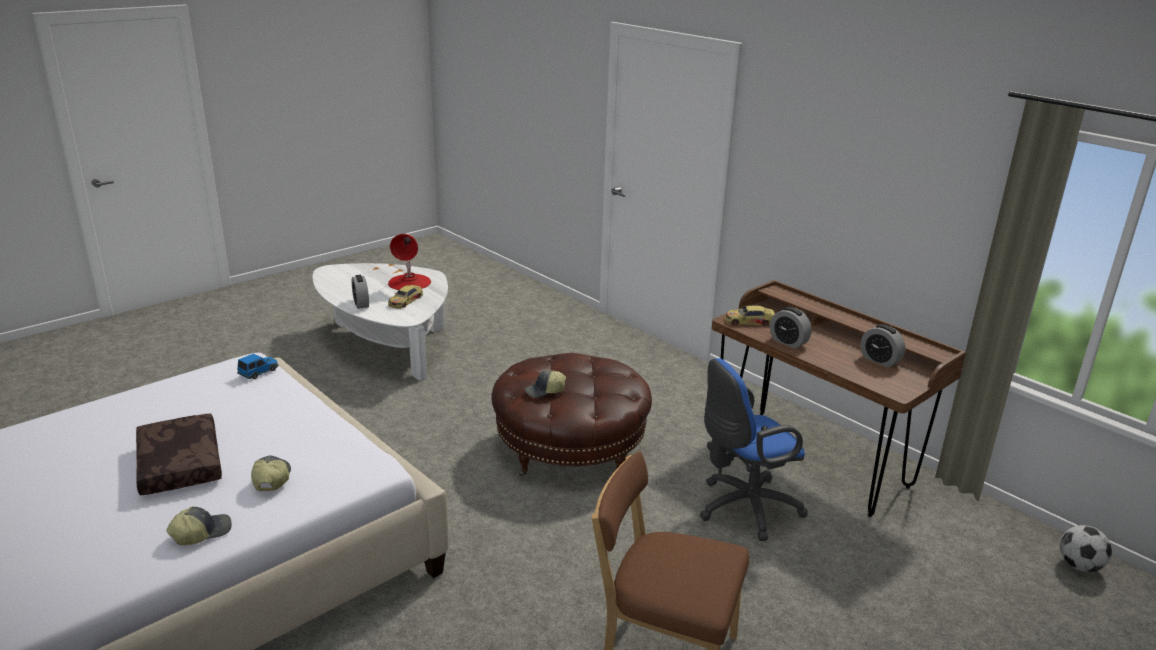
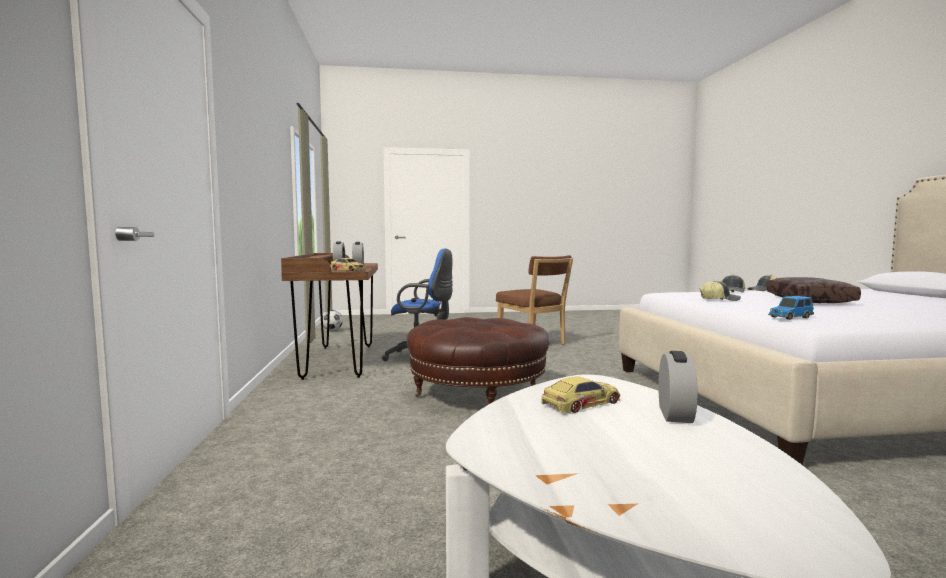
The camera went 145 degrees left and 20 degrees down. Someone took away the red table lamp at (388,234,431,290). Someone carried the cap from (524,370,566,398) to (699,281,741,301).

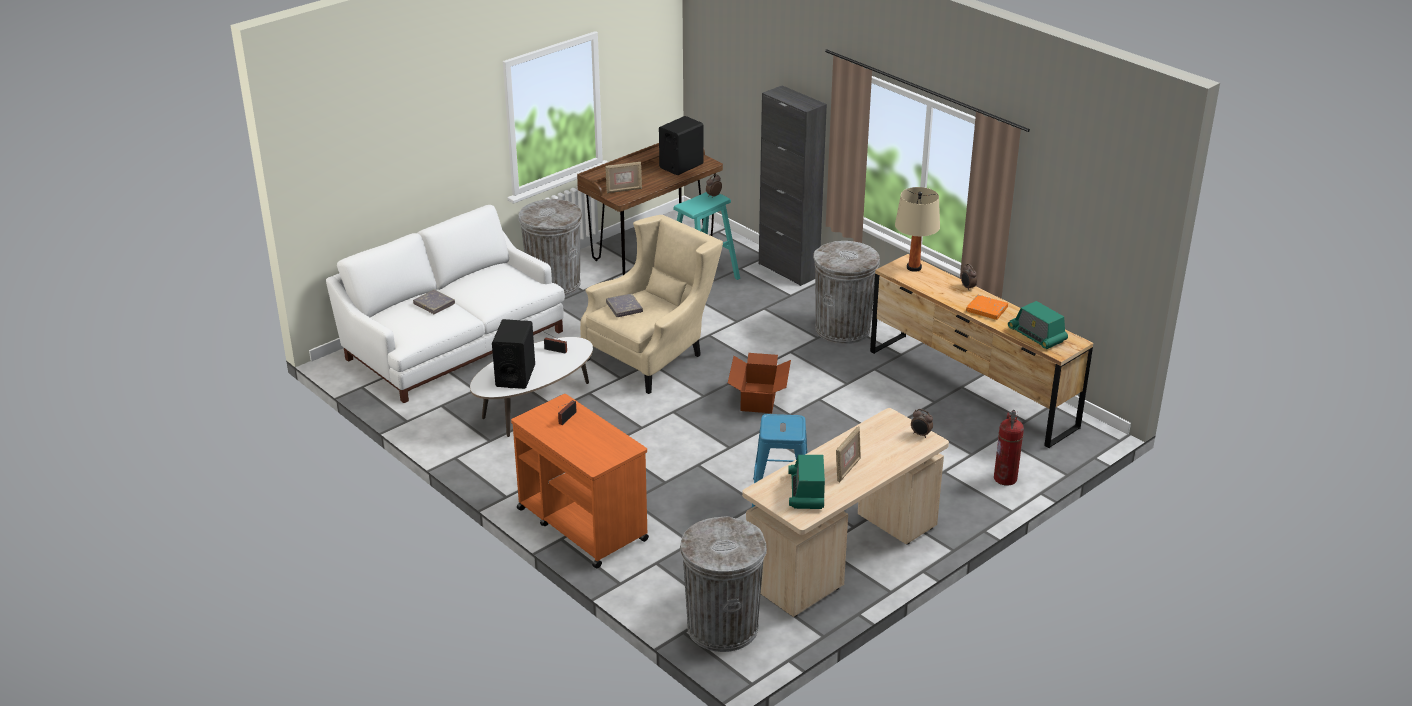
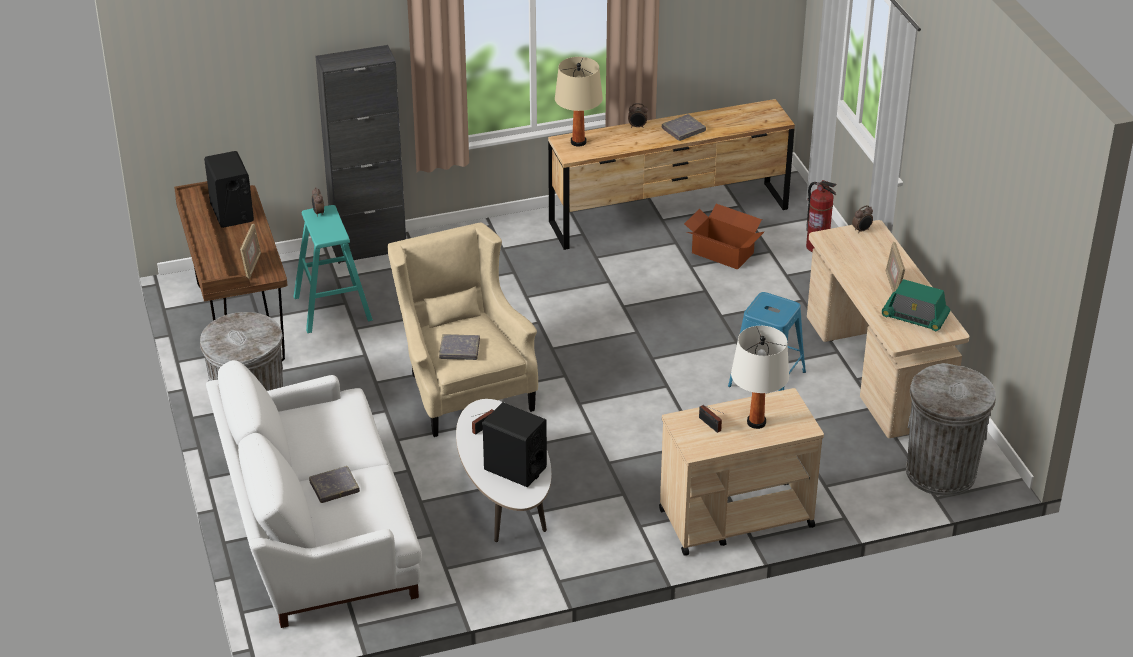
The camera went 65 degrees left and 5 degrees up. Someone repainted the orange cart at (511,394,649,568), which became the beige cart at (659,388,824,556). Someone carried the cardboard box from (728,353,791,413) to (684,204,765,270). Someone took away the grey trash can at (813,241,880,344). Someone rotated the picture frame at (836,427,861,483) by 150 degrees counterclockwise. Someone repainted the orange book at (966,295,1008,320), which became the grey book at (662,114,706,141). Someone took away the radio at (1008,301,1068,349). Someone put down the white table lamp at (731,326,789,429).

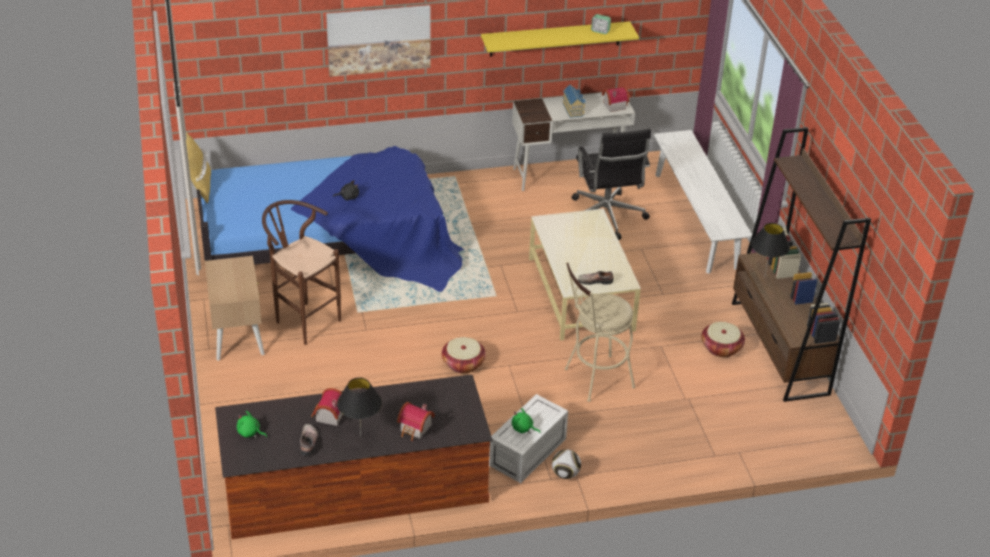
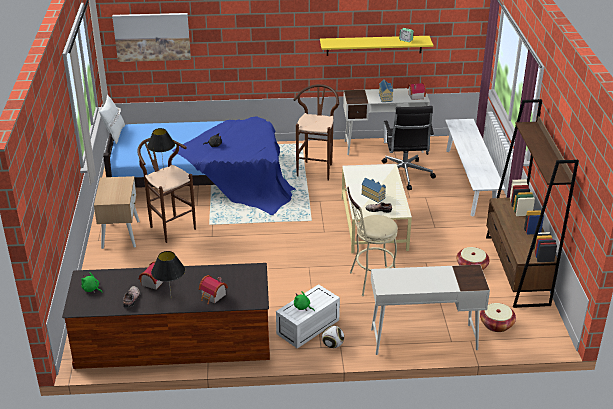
The camera went 10 degrees right and 5 degrees down. Someone repainted the yellow pillow at (186,132,211,204), which became the white pillow at (99,94,125,144). Someone carried the picture from (326,5,431,77) to (112,13,191,62). Someone carried the basket from (442,337,486,373) to (480,303,516,332). Someone carried the black table lamp from (751,223,790,275) to (147,128,175,170). Someone put down the brown stool at (293,84,339,181). Someone put down the toy house at (361,178,386,203). Someone put down the white desk at (371,265,490,355).

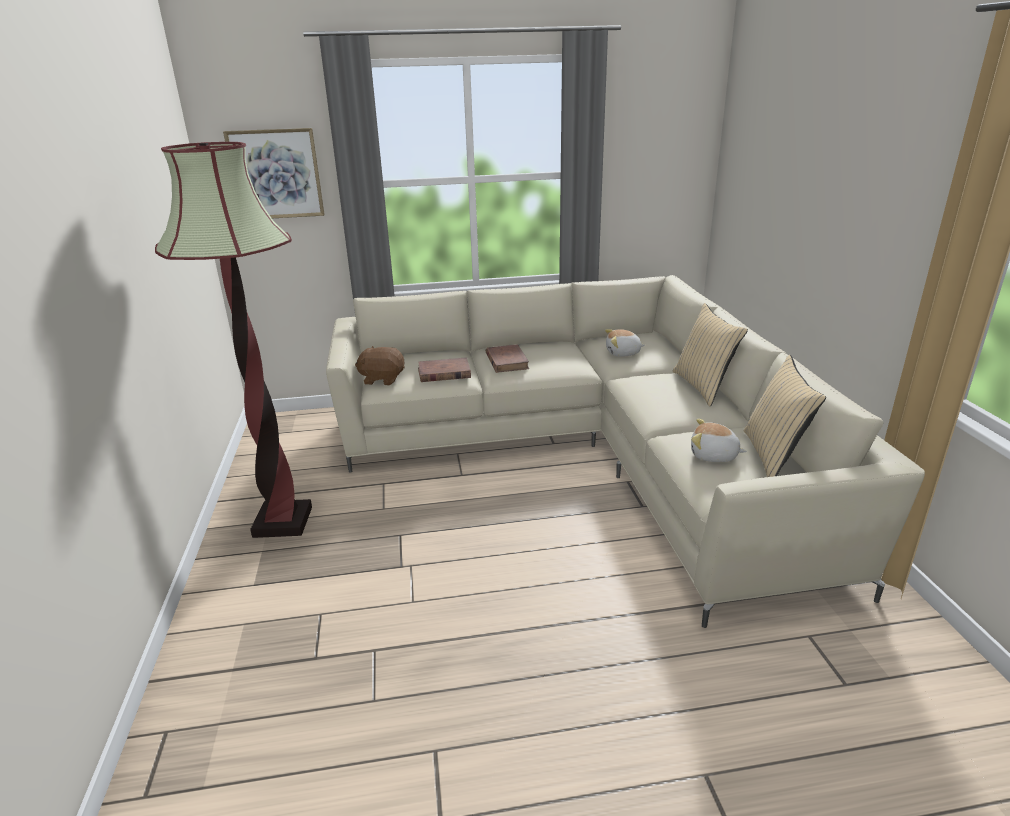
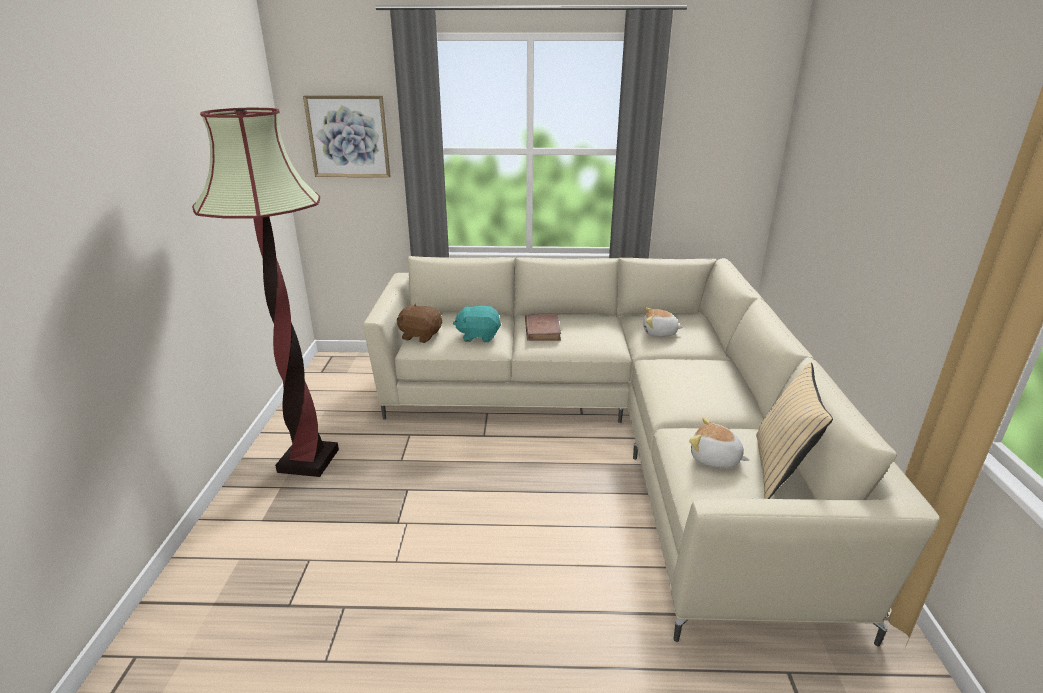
The camera went 10 degrees right and 0 degrees up. Someone swapped the brown book at (418,357,471,382) for the turquoise plush toy at (453,304,501,342). Someone took away the beige pillow at (673,303,748,407).

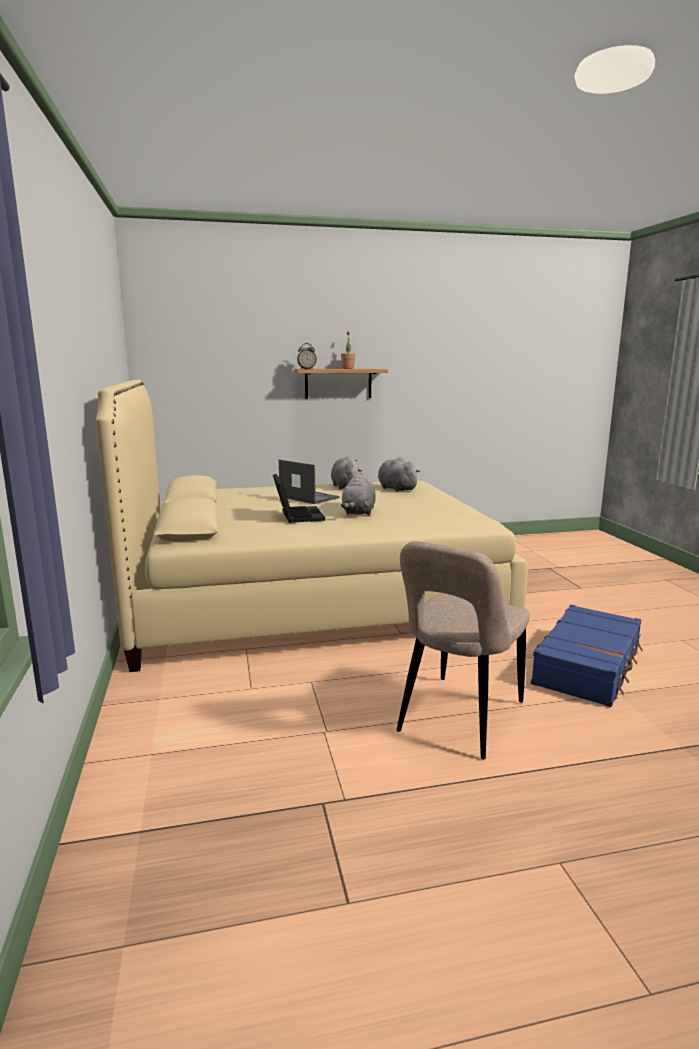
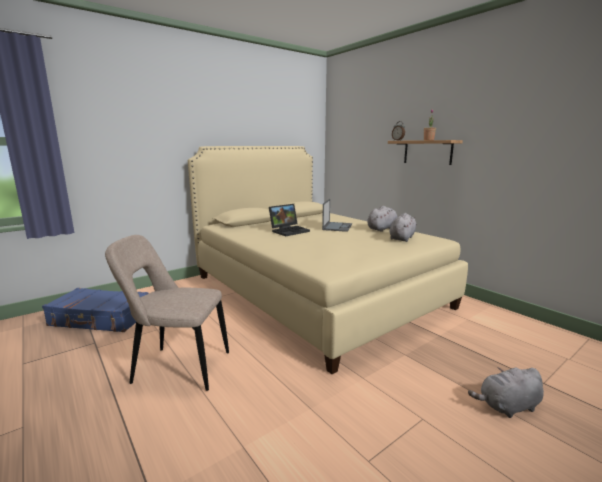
The camera went 65 degrees right and 0 degrees up. Someone carried the grey plush toy from (341,473,376,515) to (468,367,544,418). Someone carried the blue suitcase from (531,605,643,707) to (42,288,149,332).

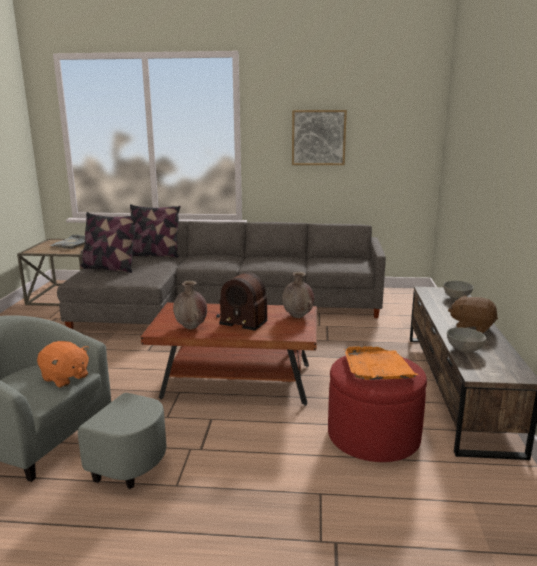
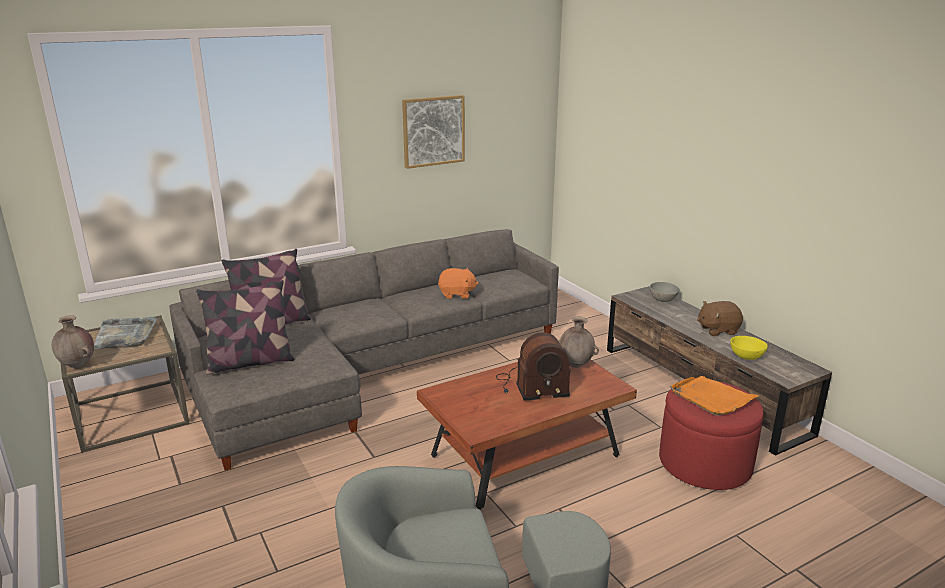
The camera went 35 degrees left and 5 degrees up. Someone carried the orange plush toy from (37,341,89,388) to (438,268,479,299). Someone carried the brown vase from (173,281,207,329) to (52,315,94,368). Someone repainted the grey bowl at (447,327,487,352), which became the yellow bowl at (730,336,768,360).

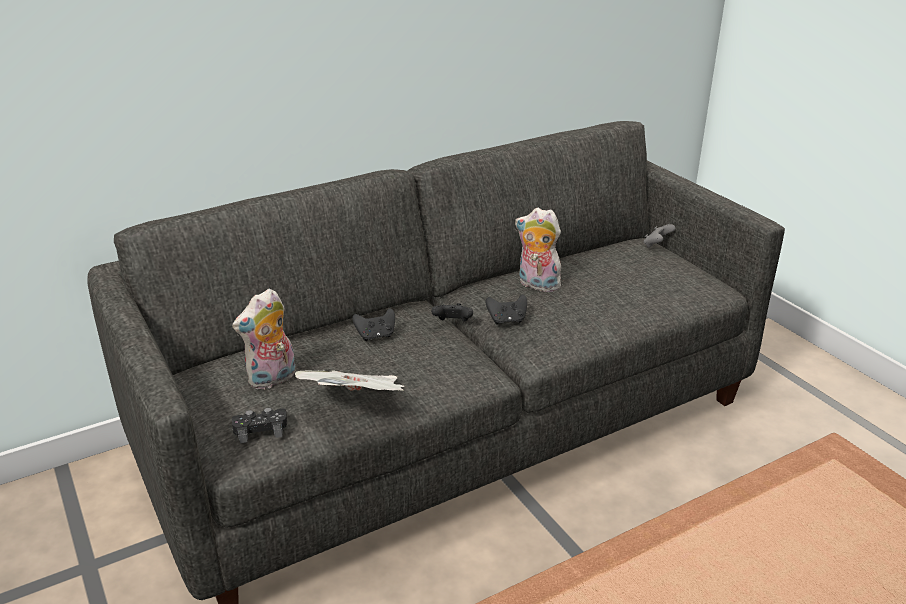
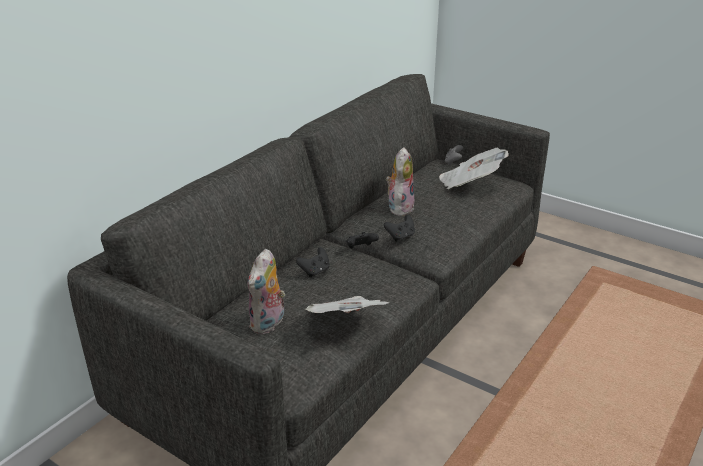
The camera went 25 degrees left and 0 degrees up. Someone took away the black game controller at (232,408,287,443). Someone rotated the plush toy at (515,208,563,292) by 105 degrees clockwise. Someone put down the newspaper at (439,148,509,189).

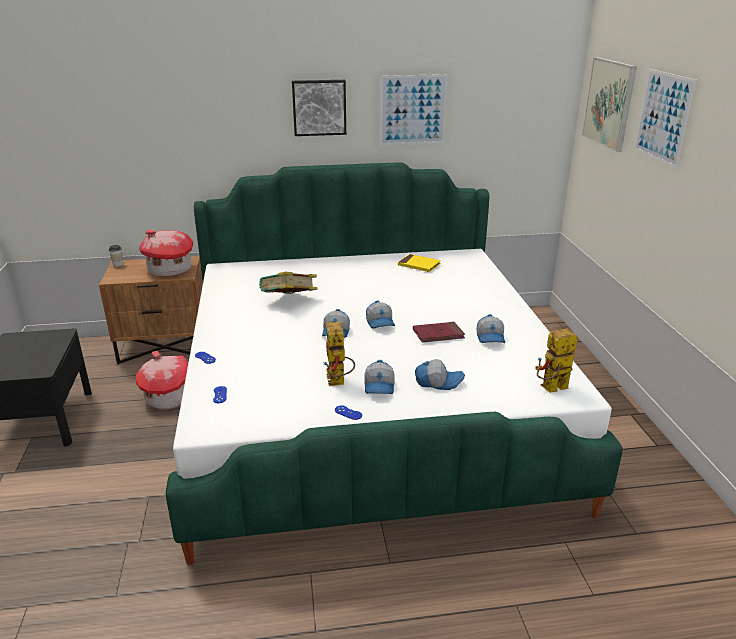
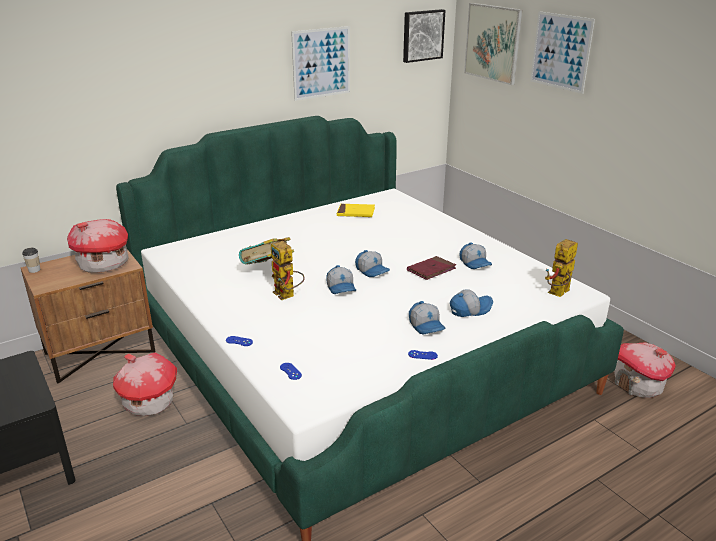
The camera went 25 degrees left and 0 degrees up. Someone carried the picture from (292,80,346,136) to (403,9,446,63). Someone carried the toy robot from (324,321,355,386) to (271,241,305,300). Someone put down the toy house at (614,342,676,398).

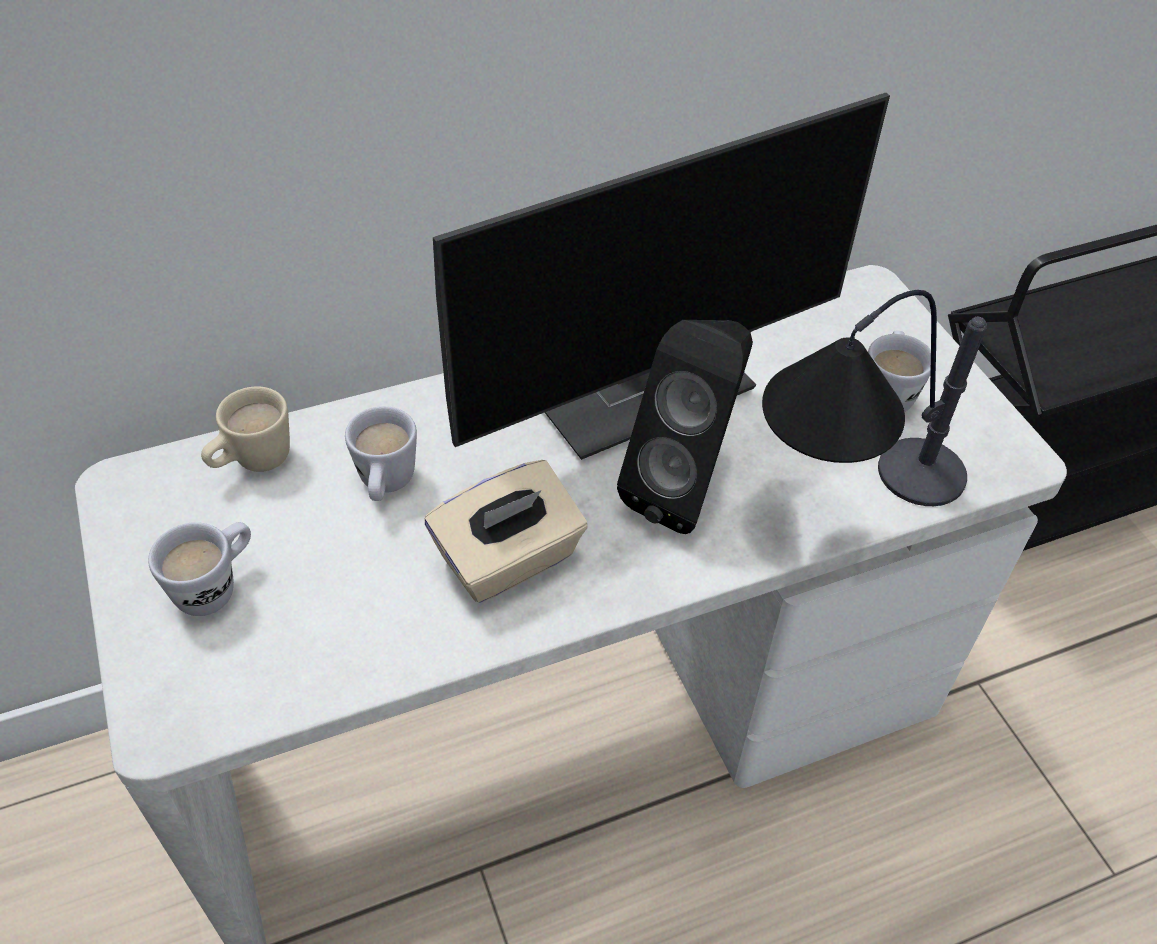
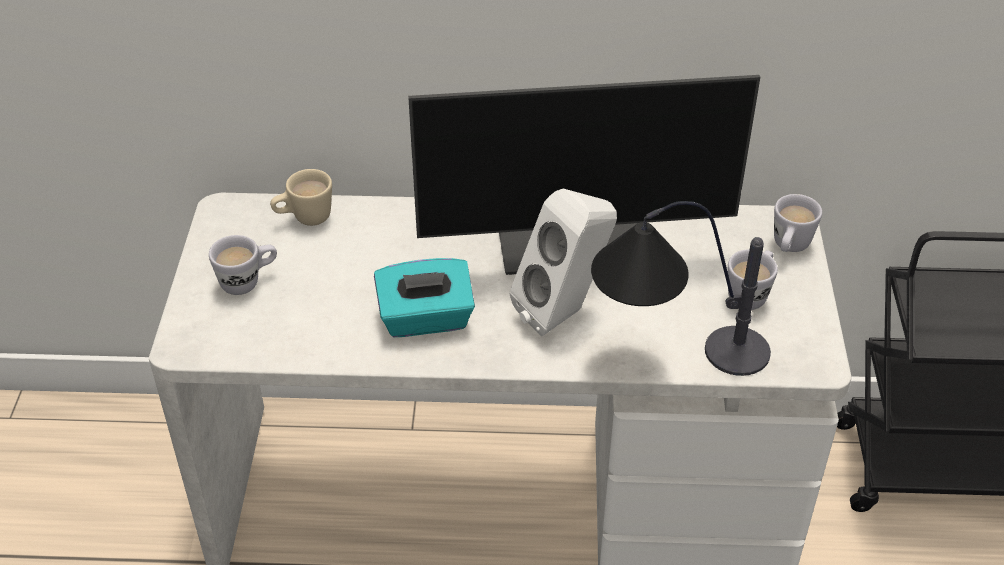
The camera went 25 degrees right and 5 degrees down. Someone carried the white mug from (345,406,417,501) to (774,194,822,252). Someone repainted the beige tissue box at (425,460,588,603), which became the turquoise tissue box at (374,258,475,337). Someone repainted the black speaker at (617,320,753,534), which became the white speaker at (510,188,617,336).

